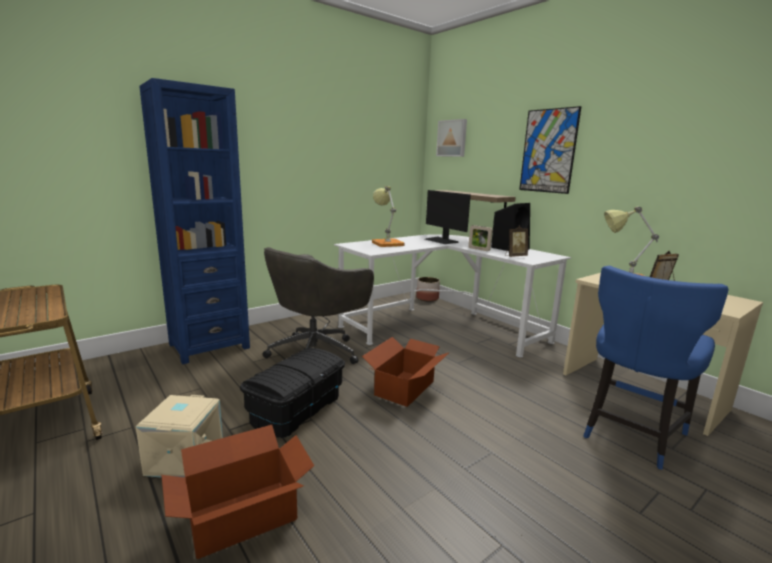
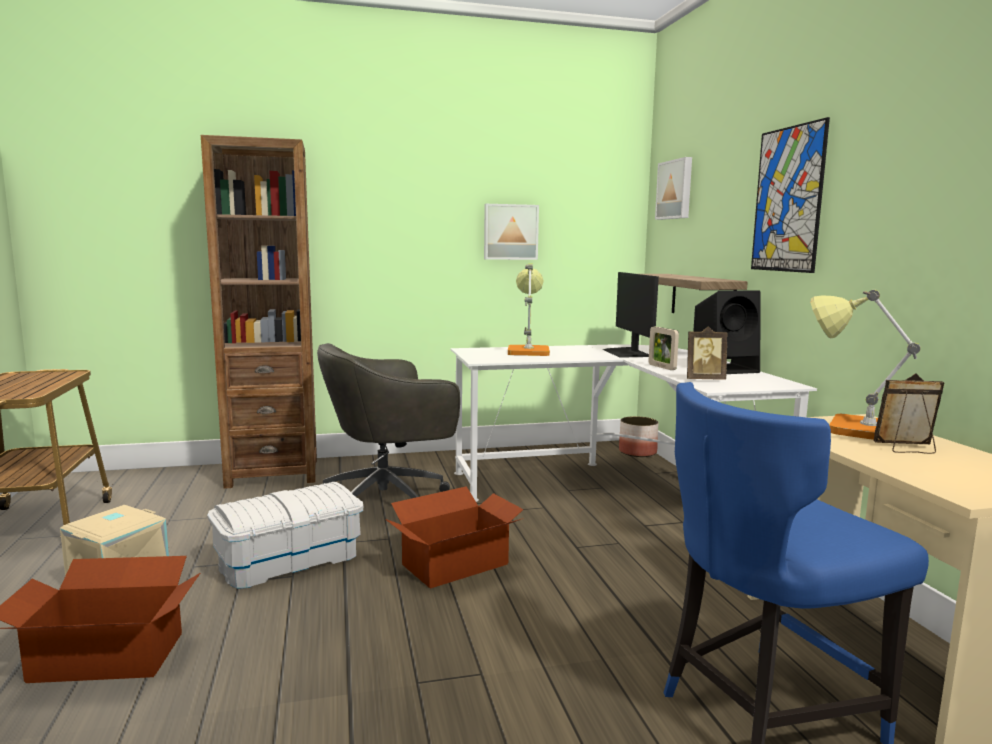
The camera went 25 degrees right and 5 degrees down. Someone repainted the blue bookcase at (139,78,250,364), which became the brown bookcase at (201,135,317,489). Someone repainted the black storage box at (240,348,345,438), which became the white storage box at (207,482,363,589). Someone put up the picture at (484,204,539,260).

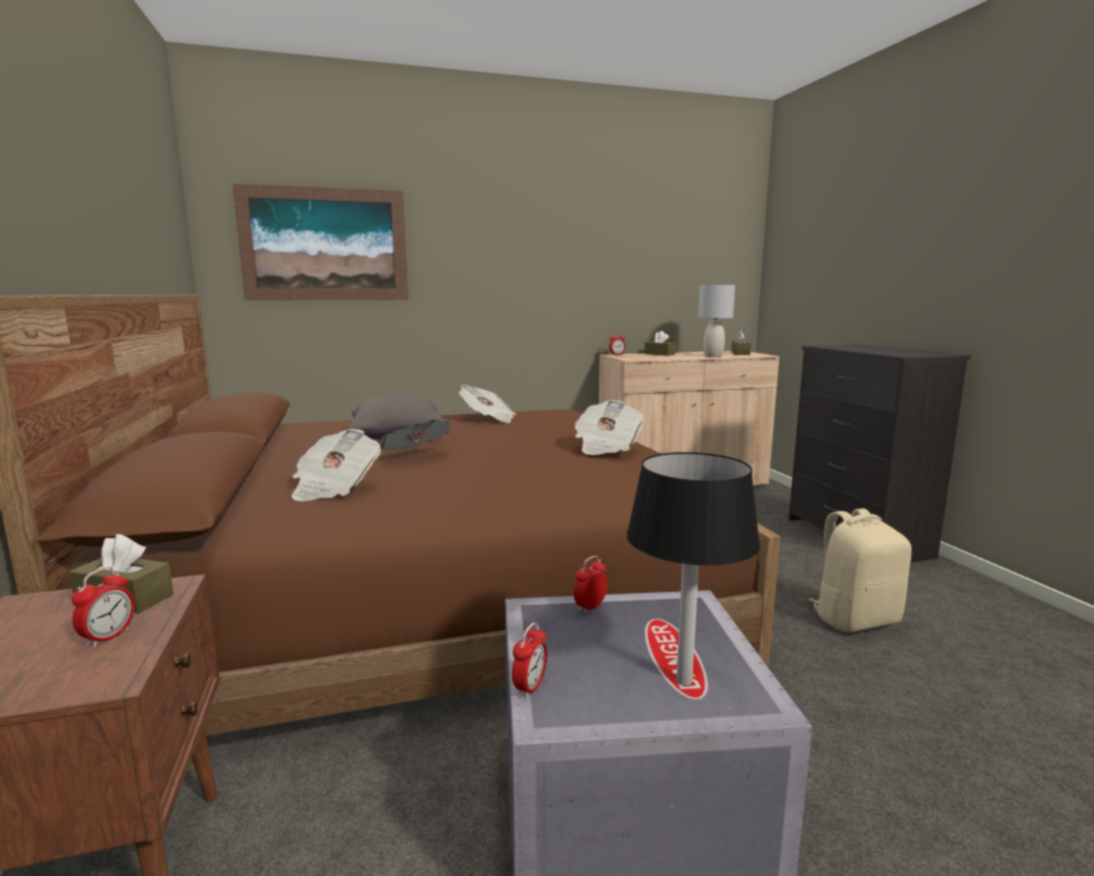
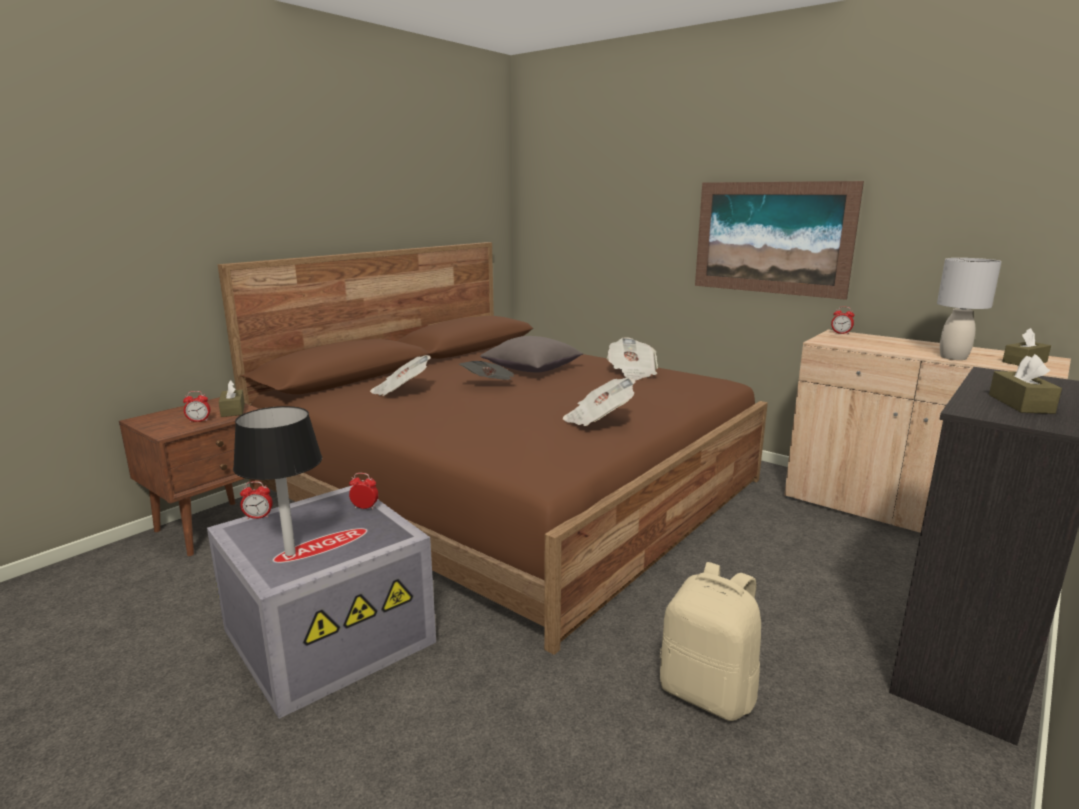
The camera went 55 degrees right and 5 degrees up. Someone carried the picture from (233,184,408,300) to (695,181,864,300). Someone carried the brown tissue box from (644,331,676,356) to (989,354,1062,414).

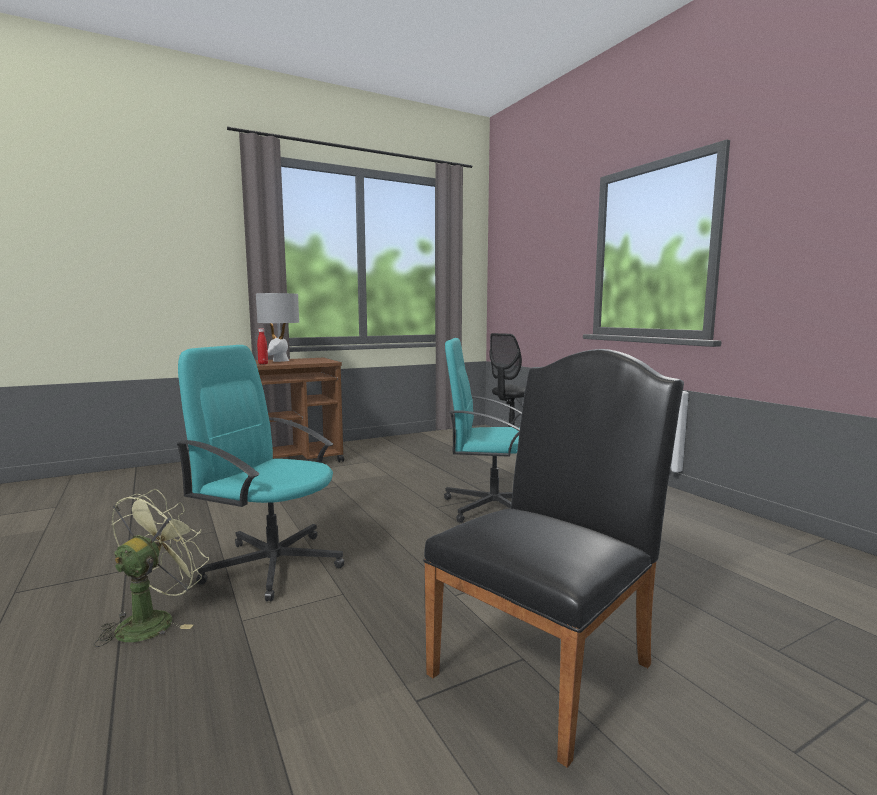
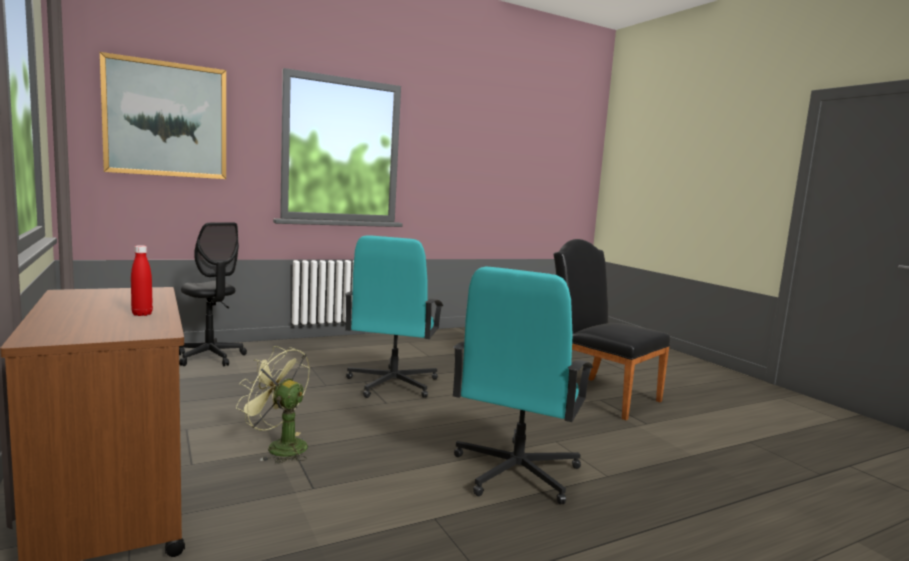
The camera went 90 degrees left and 0 degrees up. Someone carried the green fan from (94,489,209,647) to (236,346,310,464). Someone took away the grey table lamp at (256,293,299,362). Someone put up the picture at (100,52,226,179).

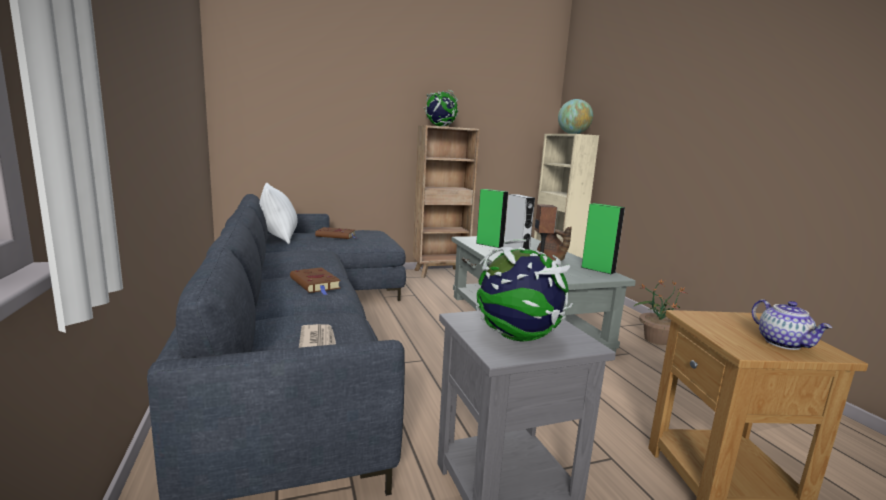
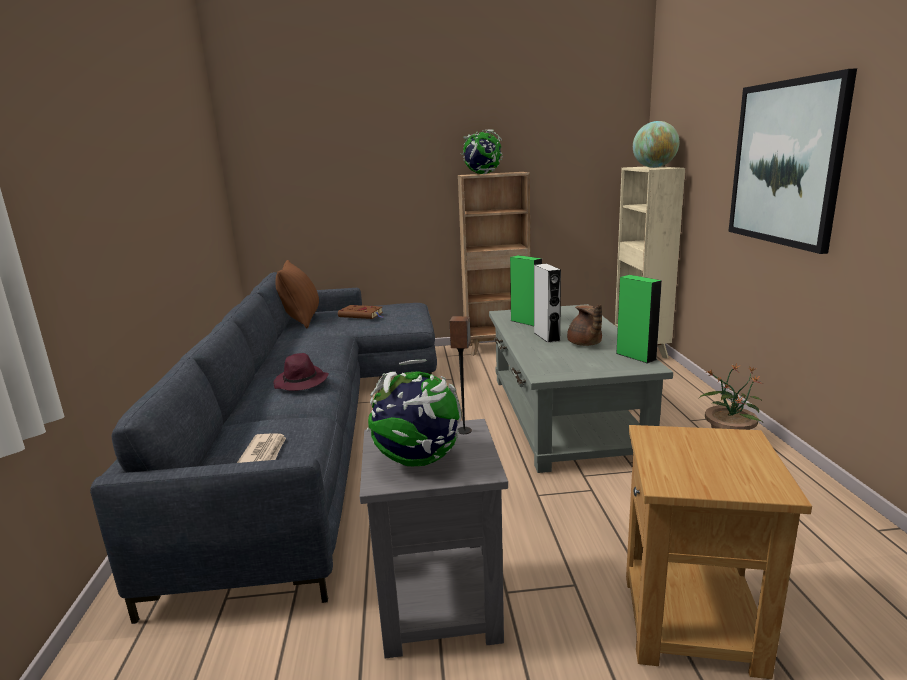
The camera went 15 degrees right and 5 degrees up. Someone repainted the white pillow at (259,183,298,244), which became the brown pillow at (276,260,319,328). Someone swapped the brown book at (290,267,341,295) for the purple hat at (274,353,329,391). Someone took away the teapot at (751,299,832,350). Someone put up the picture at (728,68,857,254).

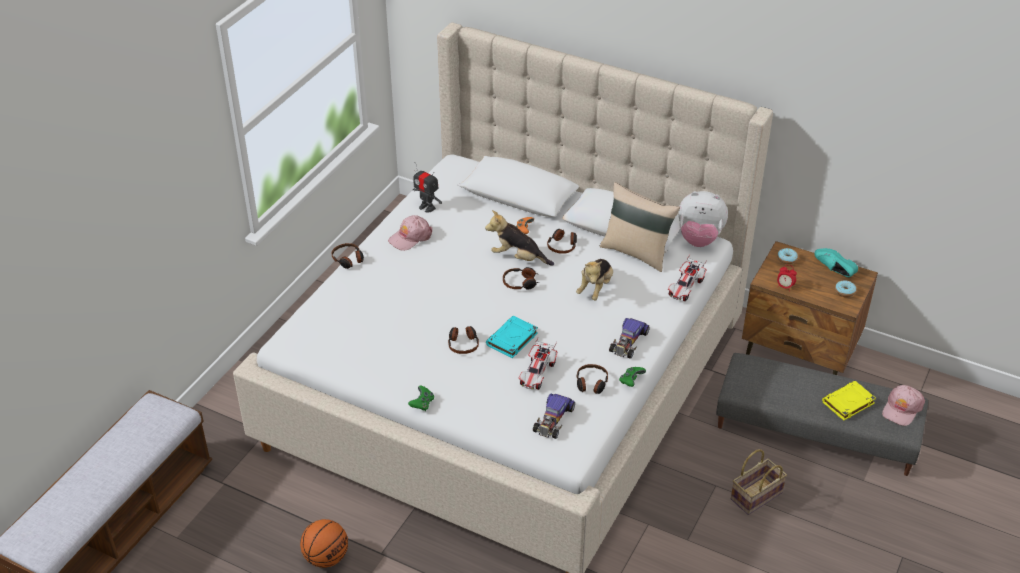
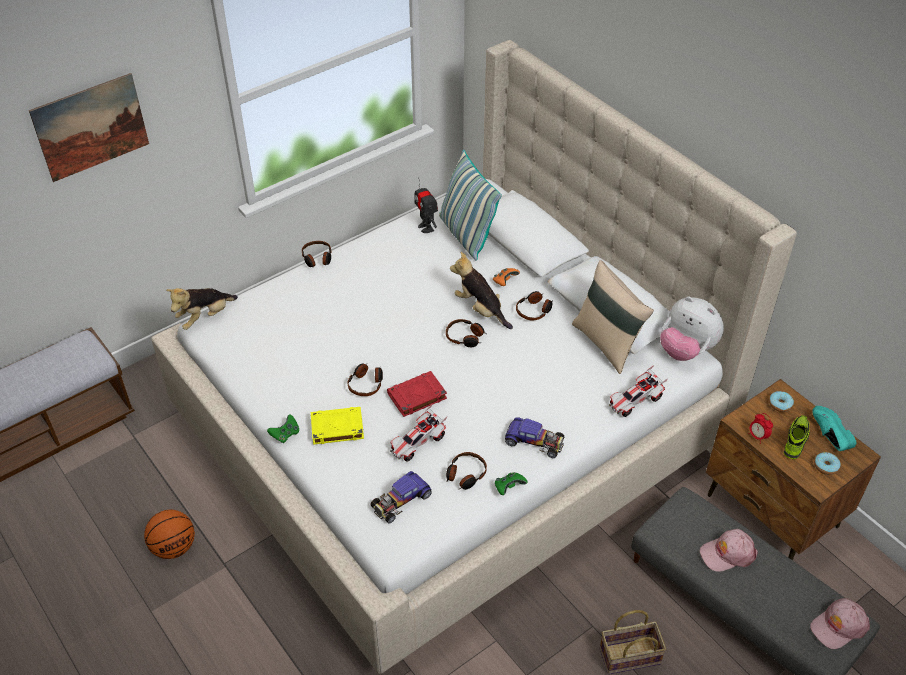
The camera went 25 degrees right and 5 degrees up. Someone carried the pink cap from (388,215,432,251) to (700,529,758,572). Someone repainted the turquoise book at (486,316,538,358), which became the red book at (387,371,447,417). Someone carried the plush toy from (576,259,613,300) to (166,288,238,330). Someone rotated the toy car at (609,318,650,359) by 120 degrees counterclockwise. Someone carried the yellow book from (822,381,876,421) to (311,407,364,445). Someone put up the picture at (29,73,149,182). Someone put down the pillow at (439,150,502,261). Someone put down the shoe at (784,415,810,459).

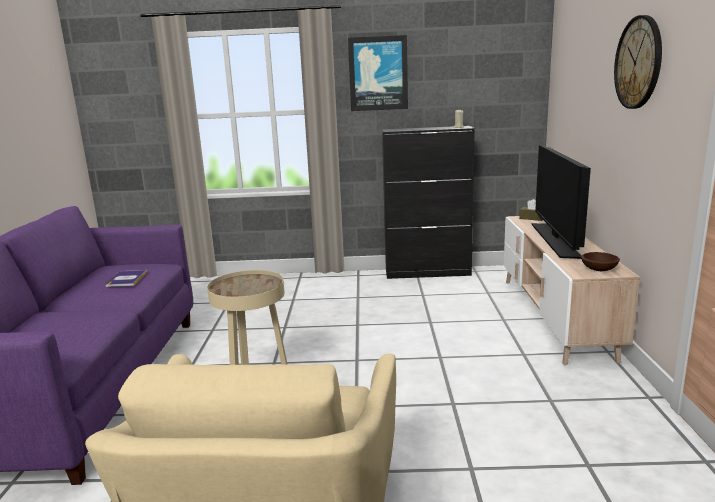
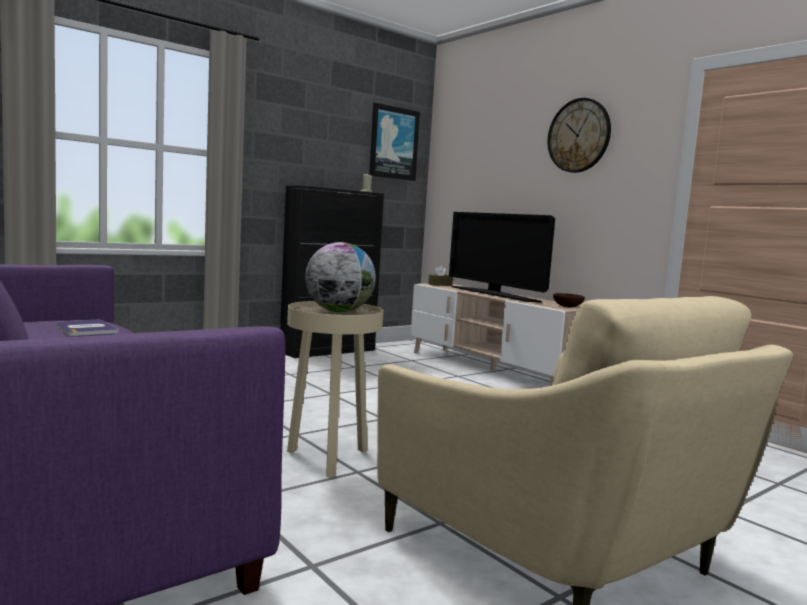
The camera went 40 degrees left and 10 degrees down. Someone carried the picture from (348,35,408,111) to (369,103,420,181). Someone put down the globe at (305,242,376,312).

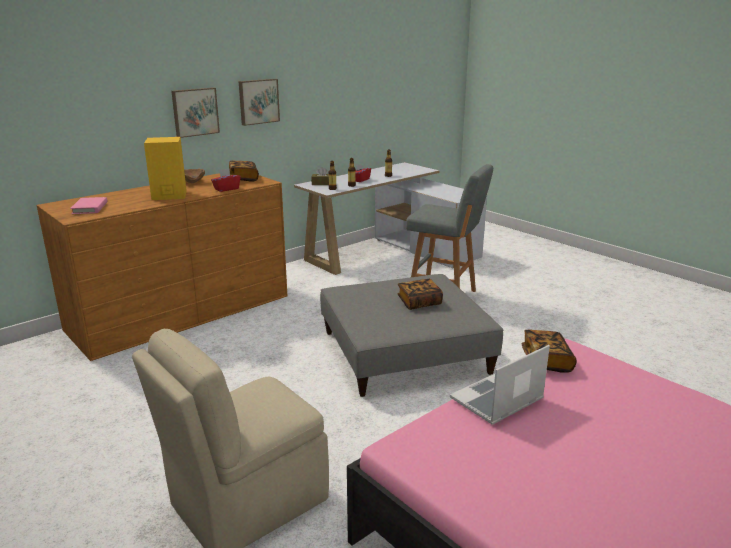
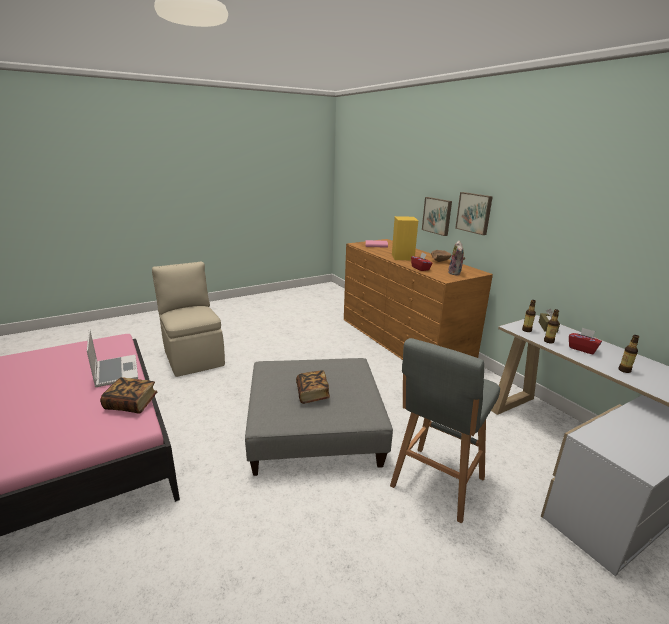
The camera went 100 degrees right and 0 degrees up. Someone swapped the book at (229,161,259,182) for the plush toy at (448,241,465,275). Someone carried the picture from (239,79,280,126) to (422,197,452,236).

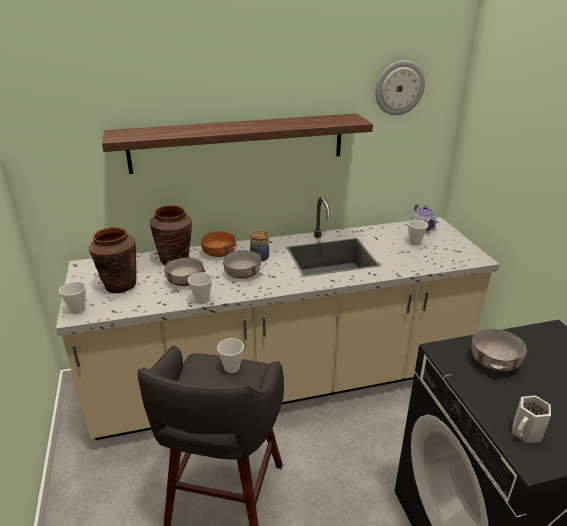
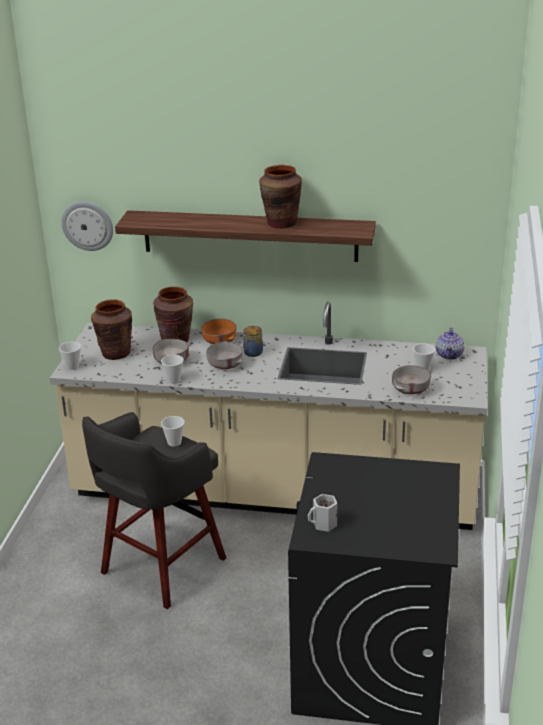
The camera went 25 degrees right and 0 degrees up. Someone carried the wall clock from (375,60,425,115) to (61,201,113,251). Someone carried the grey bowl from (471,329,527,372) to (392,365,431,394). Someone put down the brown vase at (259,165,302,229).

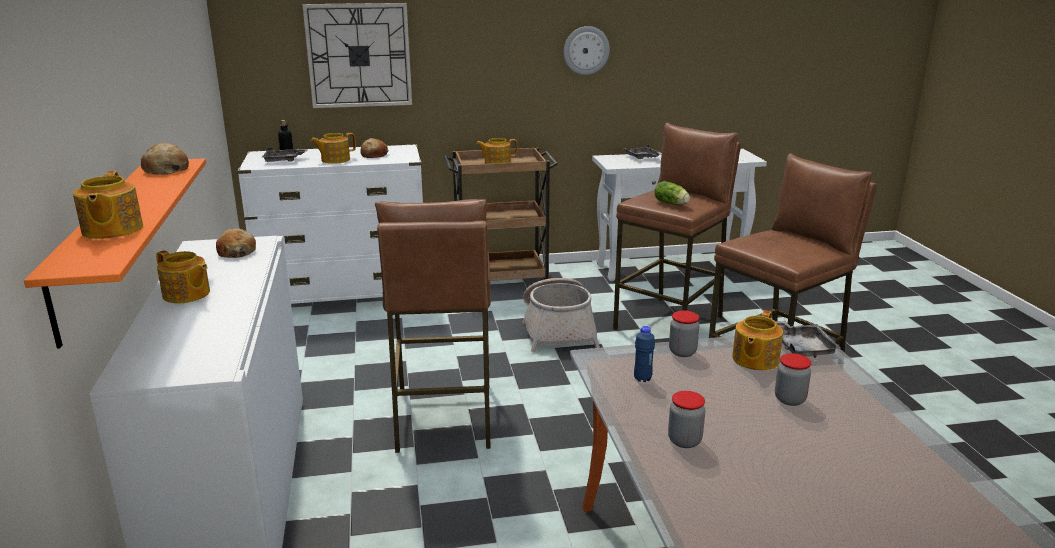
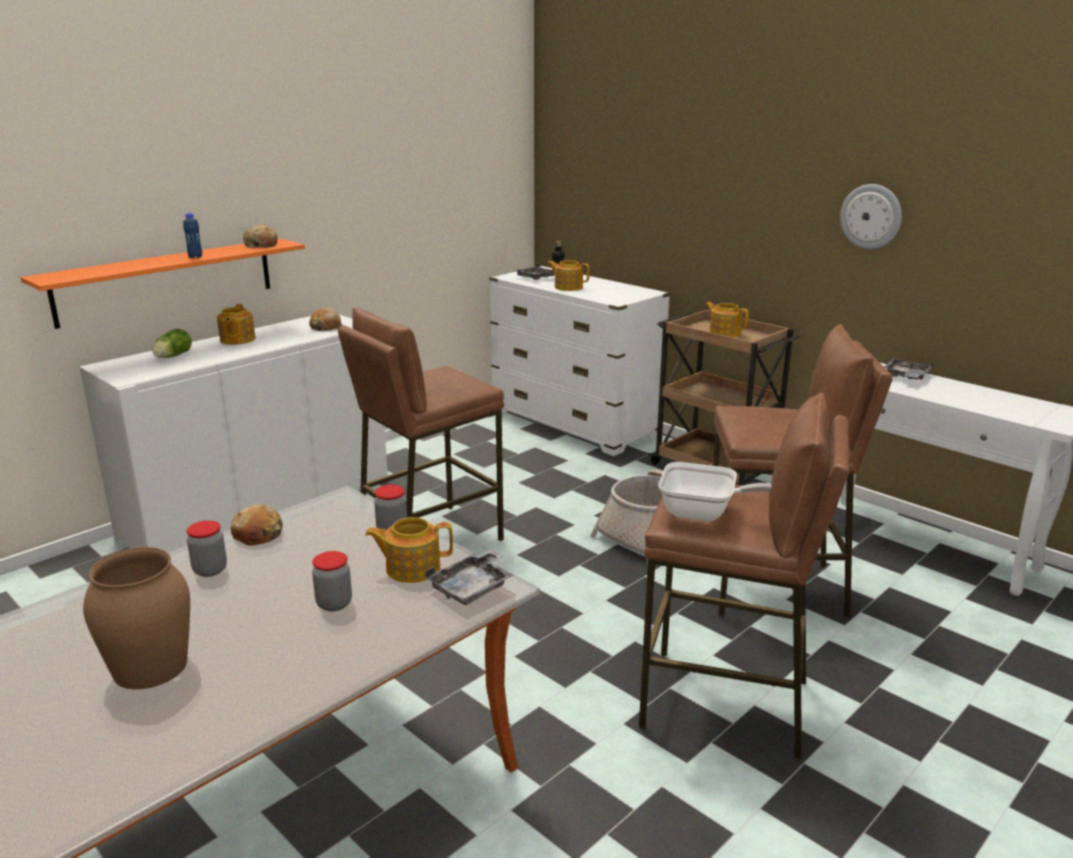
The camera went 55 degrees right and 0 degrees up. Someone took away the teapot at (73,171,143,239). Someone took away the wall clock at (302,3,412,108). Someone carried the bread from (360,138,389,158) to (231,505,283,546). Someone carried the blue bottle from (634,326,655,382) to (183,213,202,258). Someone carried the lettuce from (654,181,690,205) to (152,329,192,358). Someone put down the brown vase at (83,547,190,690). Someone put down the frying pan at (658,462,771,522).

